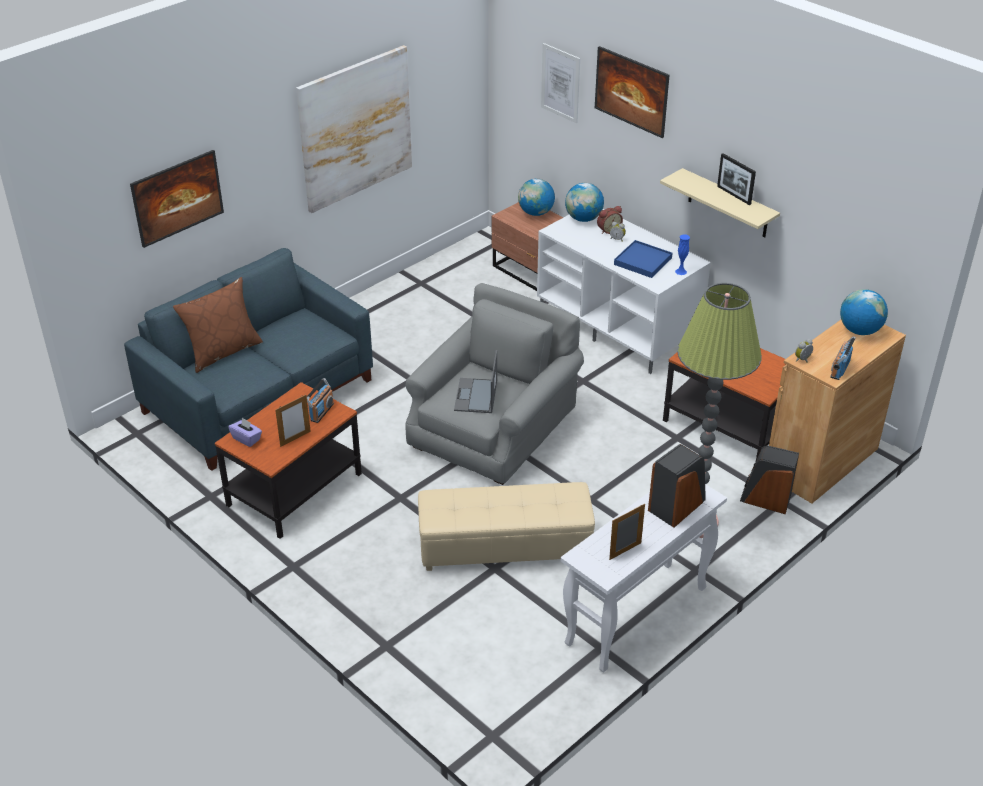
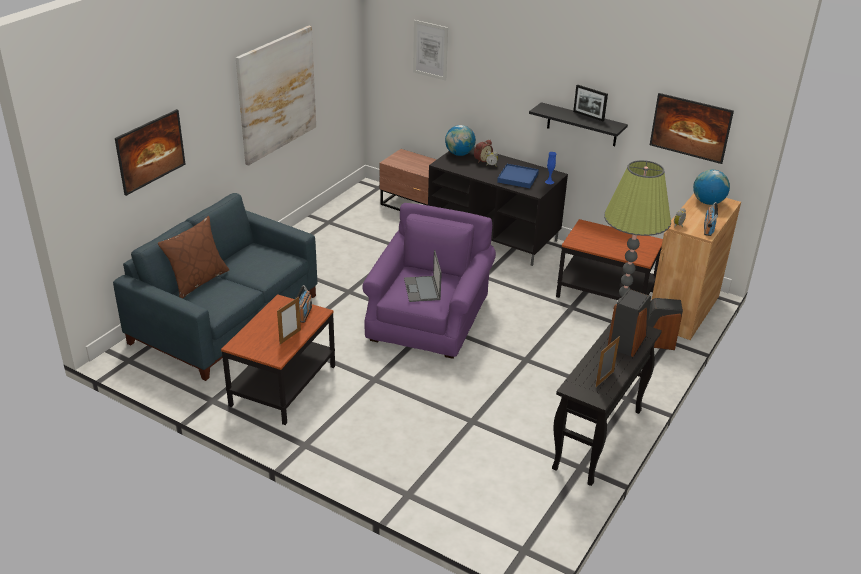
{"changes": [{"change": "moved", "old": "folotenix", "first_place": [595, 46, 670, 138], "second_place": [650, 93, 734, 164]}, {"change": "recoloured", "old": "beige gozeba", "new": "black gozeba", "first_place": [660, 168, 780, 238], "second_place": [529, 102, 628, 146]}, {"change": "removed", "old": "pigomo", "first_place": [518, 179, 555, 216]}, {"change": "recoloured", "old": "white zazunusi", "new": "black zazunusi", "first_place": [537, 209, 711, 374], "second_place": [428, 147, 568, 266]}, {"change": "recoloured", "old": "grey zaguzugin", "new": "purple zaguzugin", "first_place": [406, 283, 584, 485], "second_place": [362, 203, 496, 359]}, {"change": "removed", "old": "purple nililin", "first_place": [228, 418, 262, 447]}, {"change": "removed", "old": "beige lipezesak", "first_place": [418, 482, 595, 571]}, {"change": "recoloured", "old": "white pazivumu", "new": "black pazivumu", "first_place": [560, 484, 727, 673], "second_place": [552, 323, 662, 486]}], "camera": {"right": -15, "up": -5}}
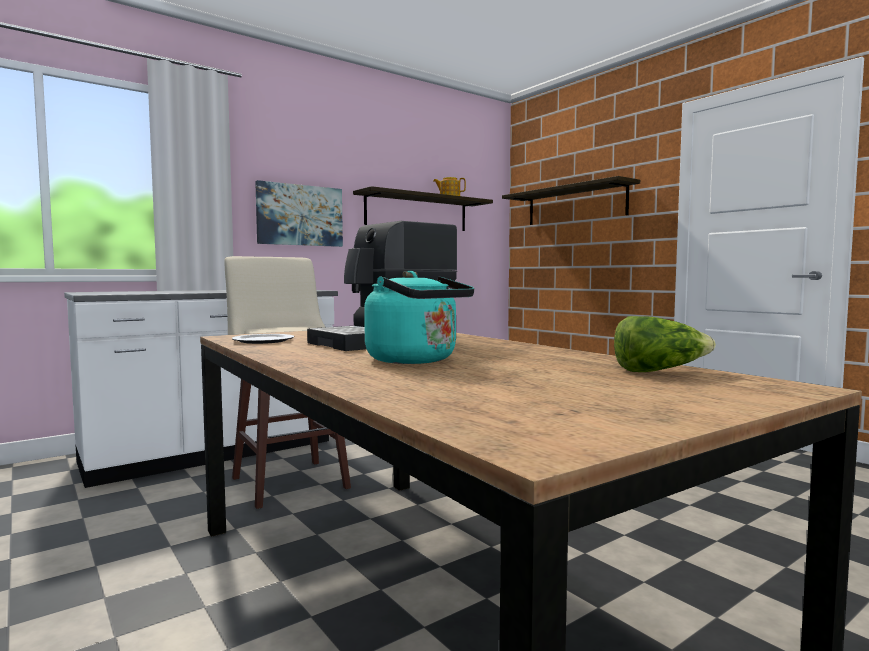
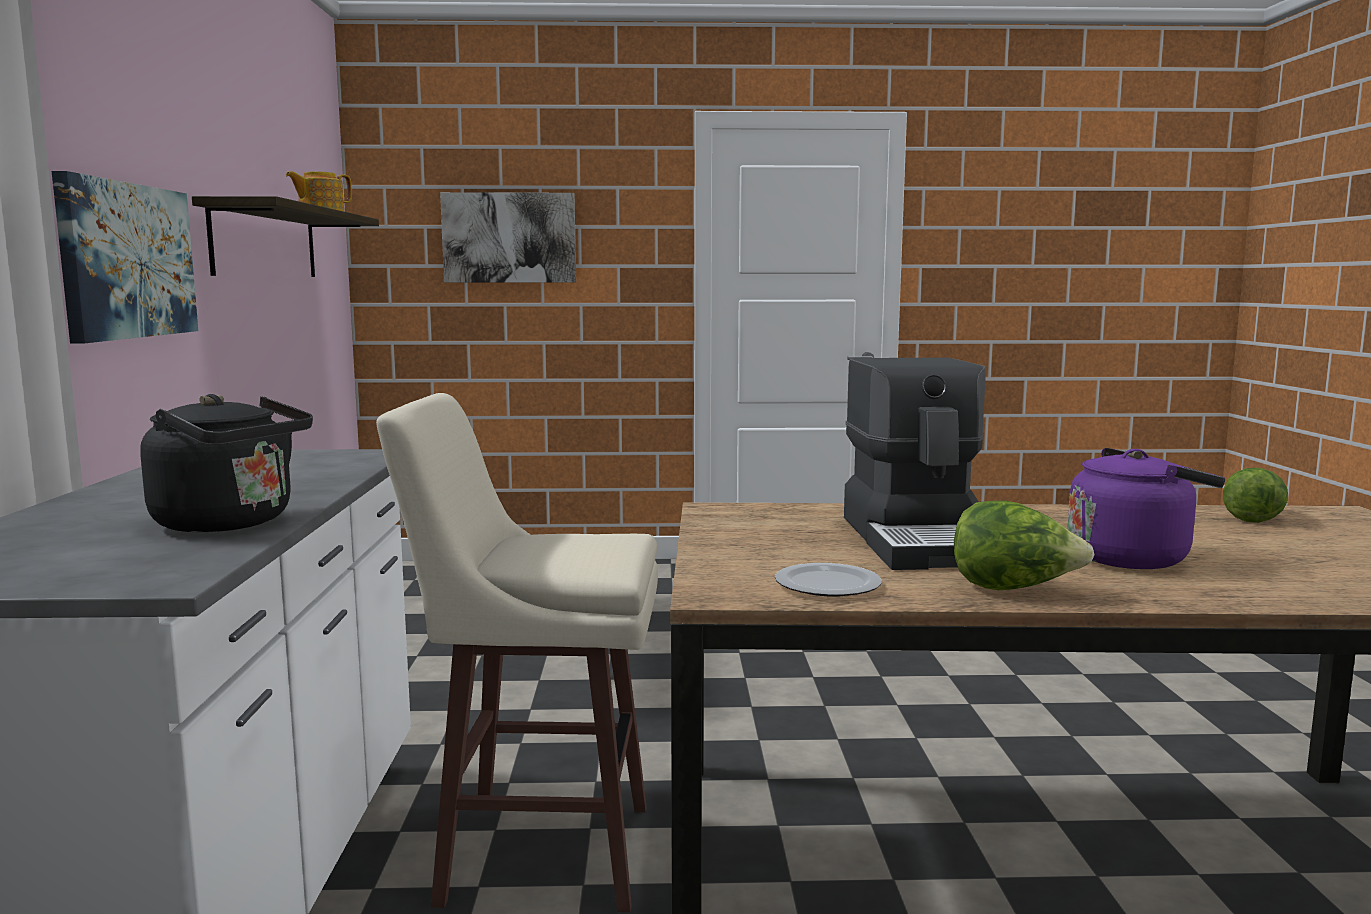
{"changes": [{"change": "replaced", "old": "gozeba", "new": "folotenix", "first_place": [502, 176, 640, 225], "second_place": [440, 192, 576, 282]}, {"change": "recoloured", "old": "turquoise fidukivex", "new": "purple fidukivex", "first_place": [364, 271, 474, 364], "second_place": [1067, 448, 1225, 569]}, {"change": "added", "new": "black fidukivex", "second_place": [140, 394, 313, 532]}, {"change": "added", "new": "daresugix", "second_place": [954, 501, 1095, 590]}], "camera": {"right": -55, "up": 5}}
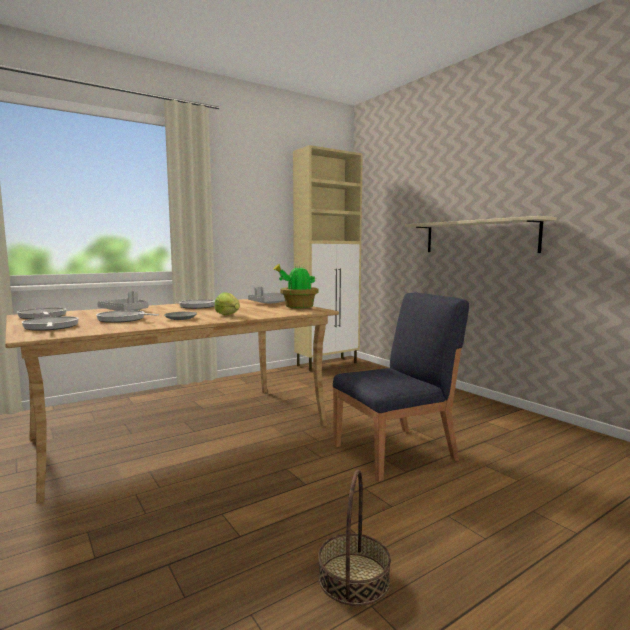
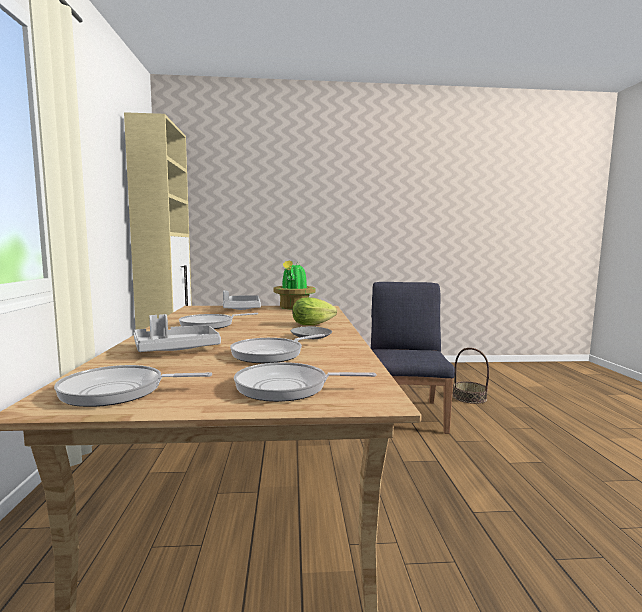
{"changes": [{"change": "removed", "old": "beige gozeba", "first_place": [405, 216, 557, 253]}, {"change": "moved", "old": "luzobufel", "first_place": [318, 469, 391, 606], "second_place": [453, 348, 489, 404]}], "camera": {"right": -60, "up": 0}}
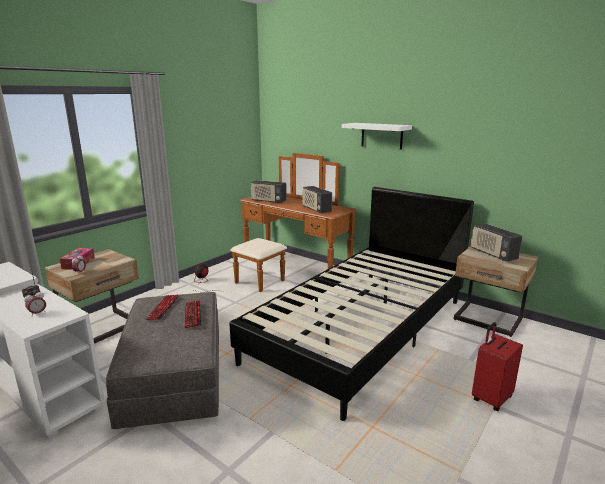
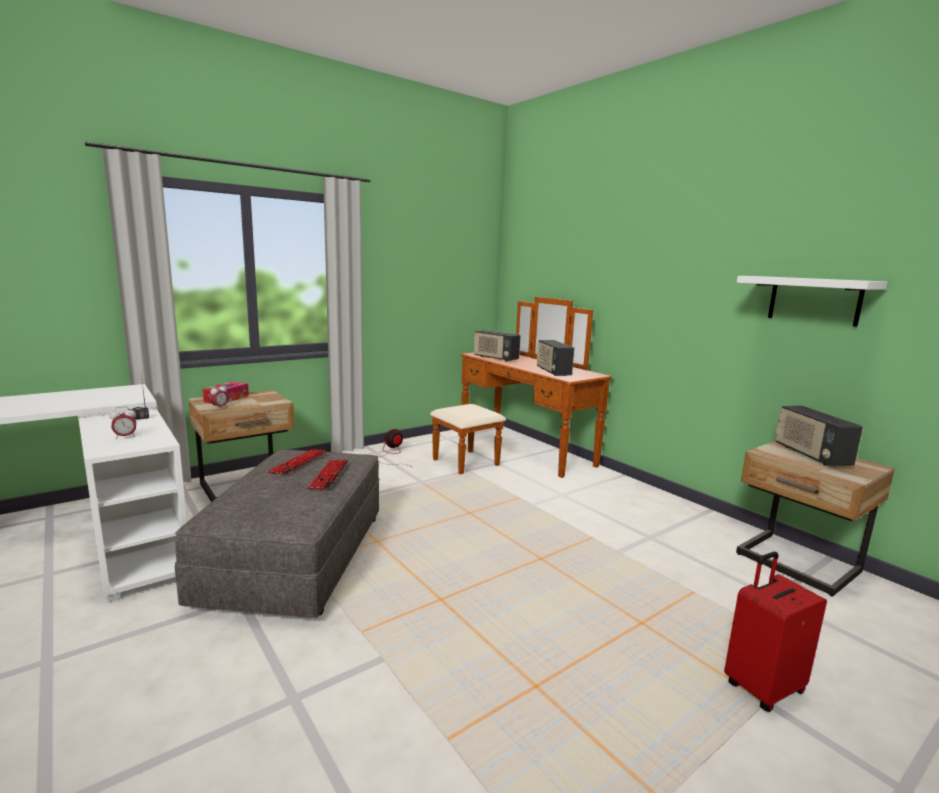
{"changes": [{"change": "moved", "old": "white gozeba", "first_place": [342, 123, 412, 150], "second_place": [737, 276, 887, 326]}, {"change": "removed", "old": "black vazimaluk", "first_place": [229, 187, 474, 421]}], "camera": {"right": 15, "up": -5}}
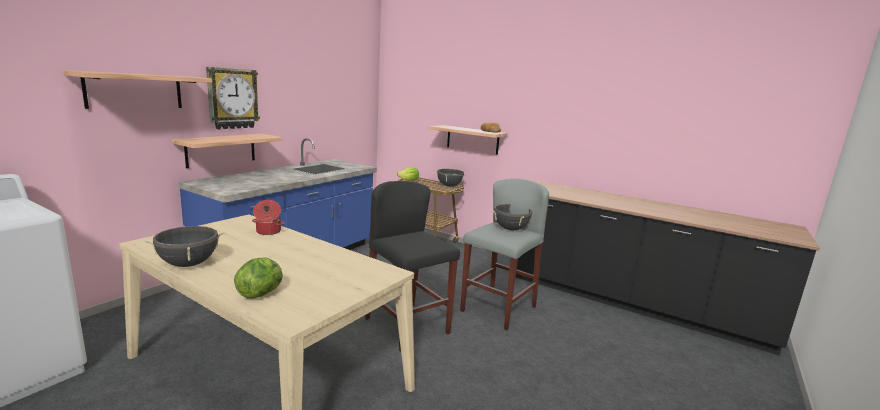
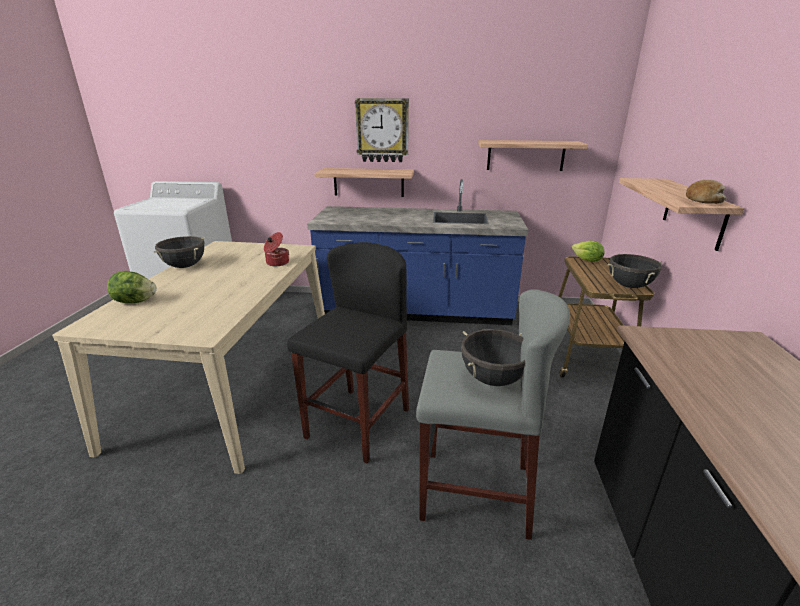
{"changes": [{"change": "moved", "old": "gozeba", "first_place": [62, 70, 212, 109], "second_place": [478, 140, 588, 171]}], "camera": {"right": 65, "up": 10}}
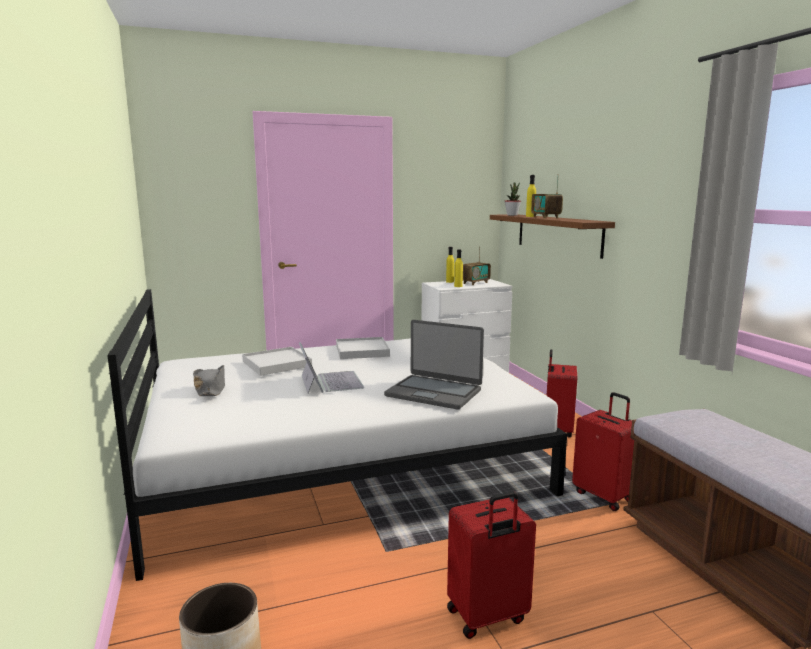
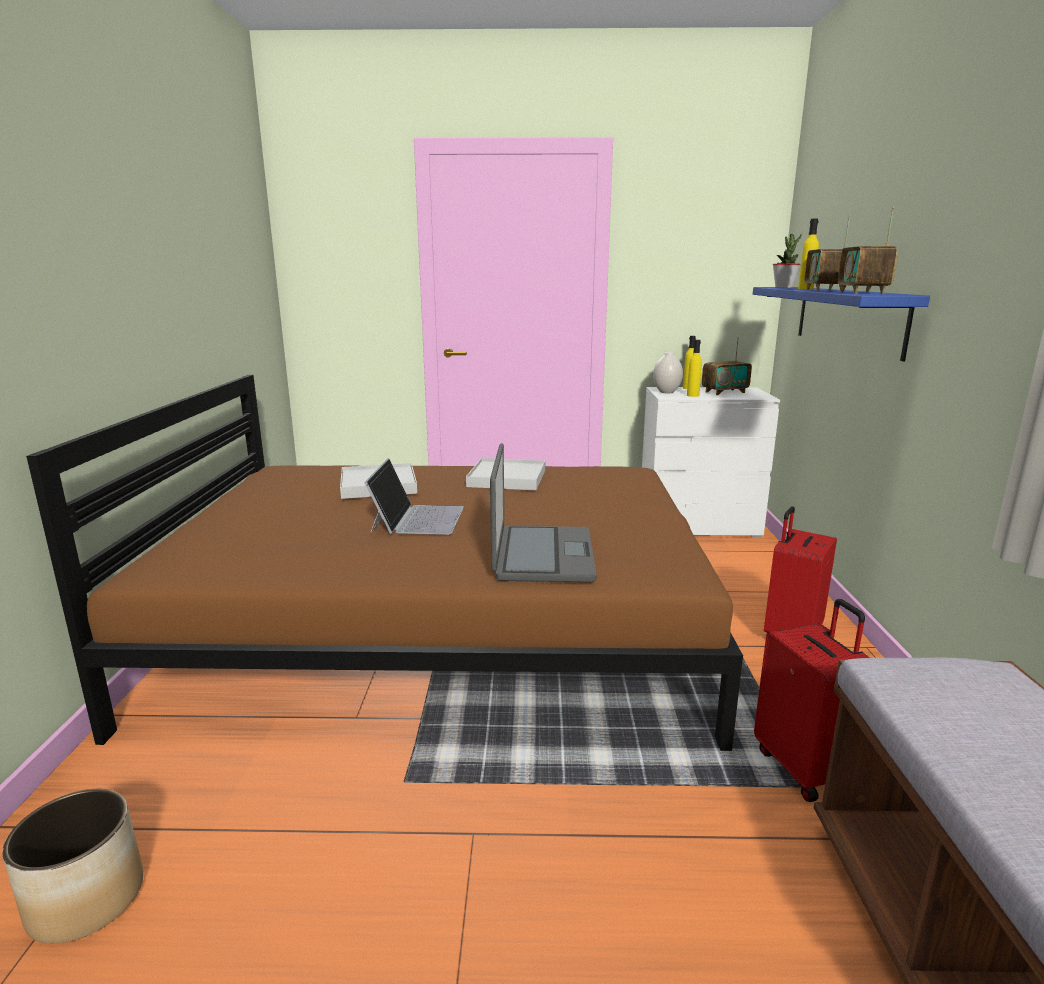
{"changes": [{"change": "recoloured", "old": "brown gozeba", "new": "blue gozeba", "first_place": [490, 214, 615, 259], "second_place": [753, 287, 930, 361]}, {"change": "recoloured", "old": "white vazimaluk", "new": "brown vazimaluk", "first_place": [107, 289, 567, 581], "second_place": [26, 375, 743, 751]}, {"change": "turned", "old": "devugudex", "first_place": [384, 320, 484, 410], "second_place": [490, 443, 596, 582], "degrees": -135}, {"change": "removed", "old": "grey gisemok", "first_place": [193, 365, 225, 396]}, {"change": "removed", "old": "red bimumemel", "first_place": [447, 491, 536, 639]}, {"change": "added", "new": "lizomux", "second_place": [838, 206, 898, 294]}, {"change": "added", "new": "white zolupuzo", "second_place": [653, 352, 683, 393]}], "camera": {"right": 20, "up": 5}}
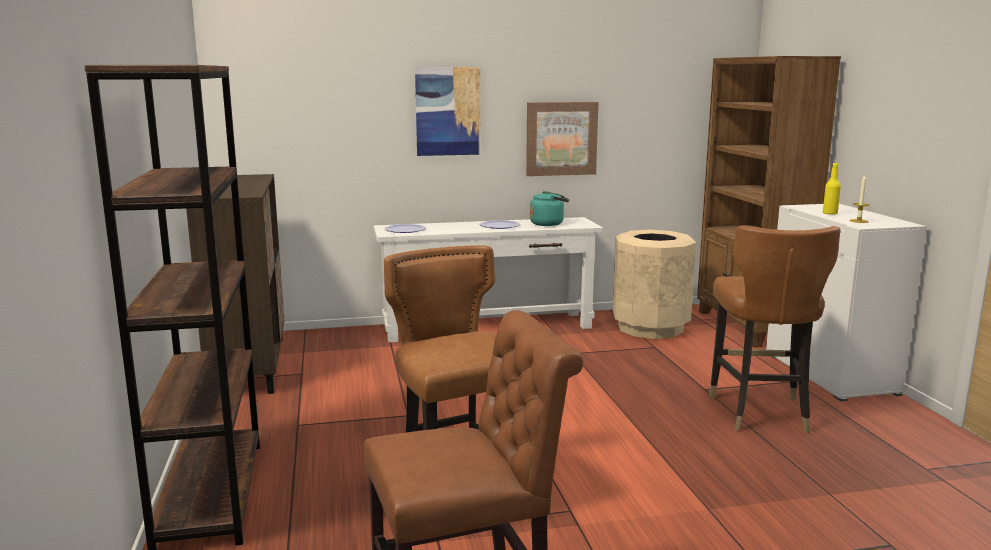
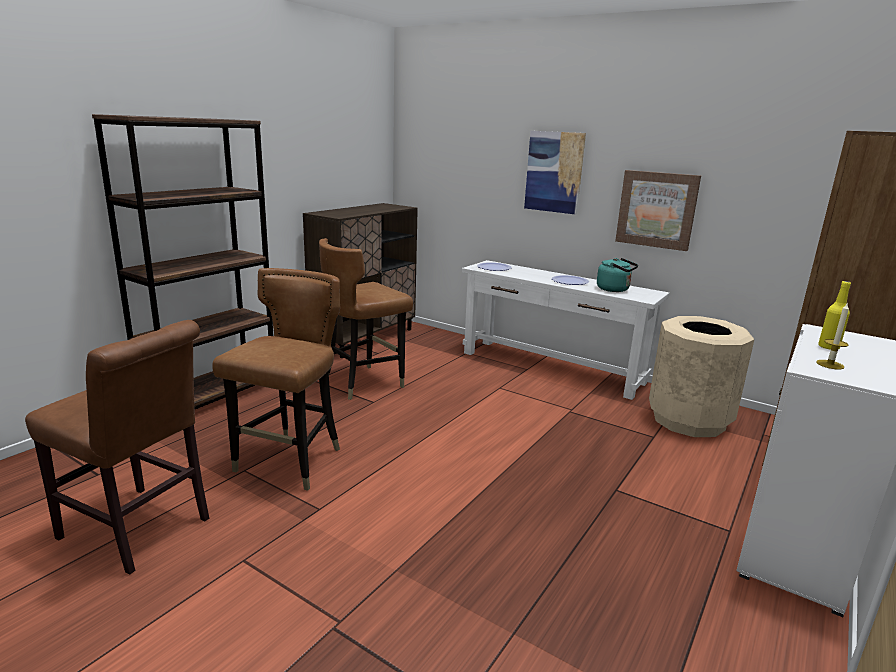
{"changes": [{"change": "moved", "old": "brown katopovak", "first_place": [709, 225, 840, 433], "second_place": [319, 238, 413, 400]}], "camera": {"right": 45, "up": 5}}
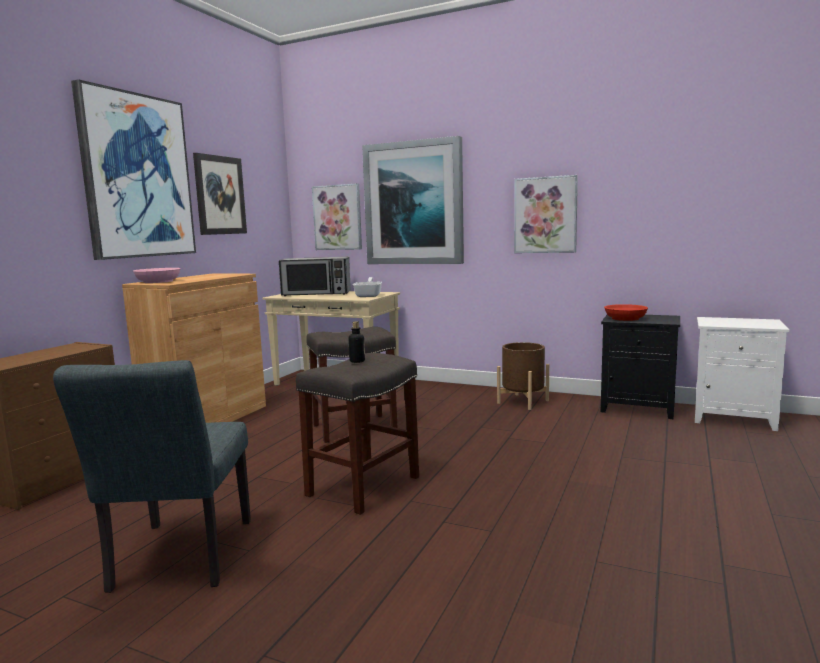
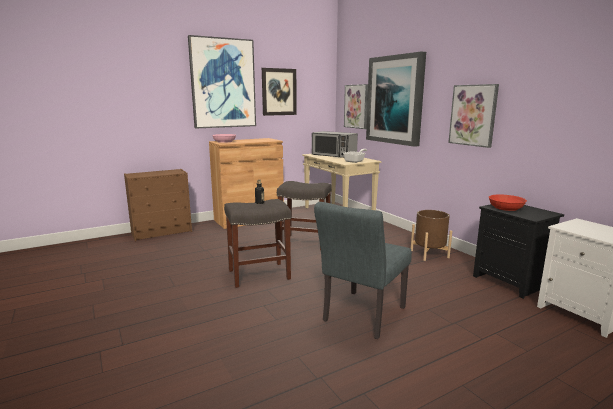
{"changes": [{"change": "moved", "old": "grey katopovak", "first_place": [53, 360, 251, 593], "second_place": [314, 202, 412, 339]}], "camera": {"right": 35, "up": 5}}
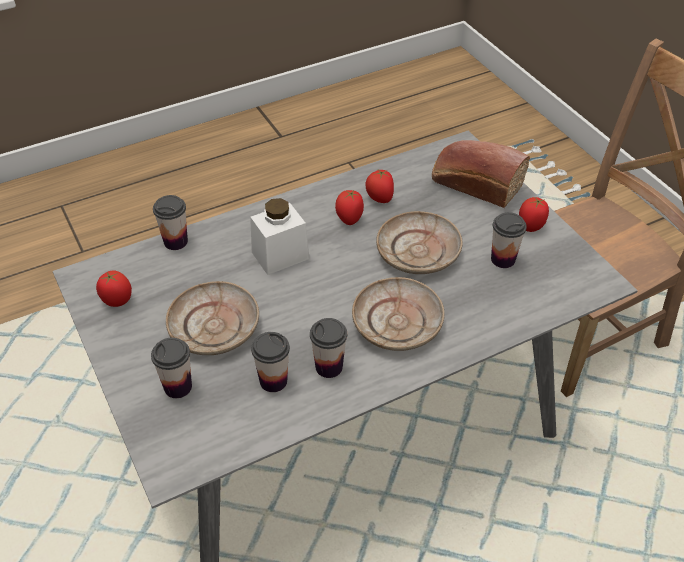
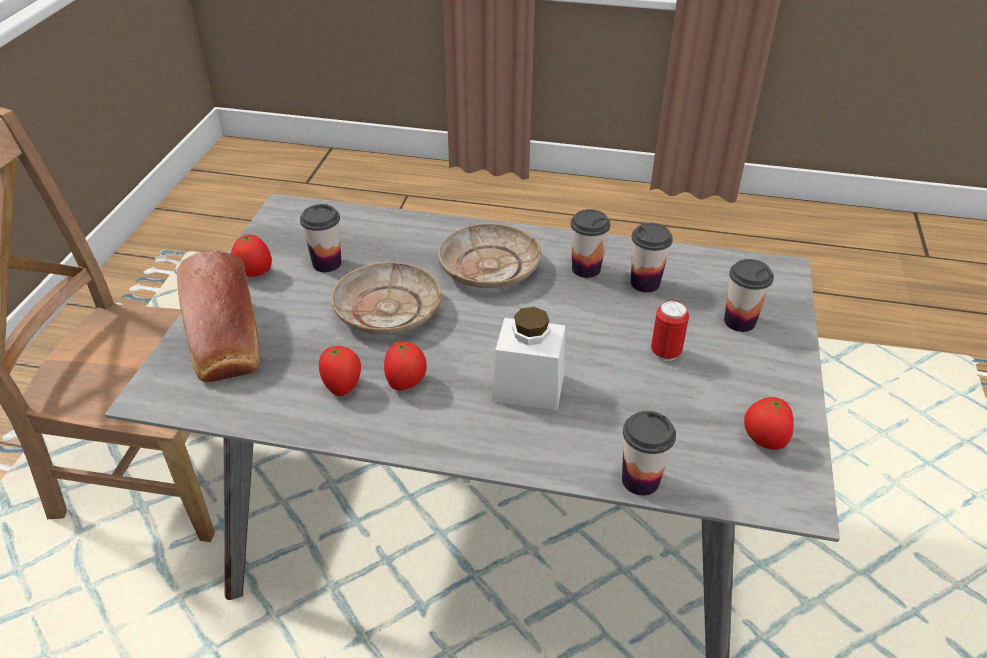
{"changes": [{"change": "replaced", "old": "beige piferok", "new": "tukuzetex", "first_place": [166, 281, 259, 355], "second_place": [651, 300, 689, 361]}], "camera": {"right": -140, "up": -5}}
